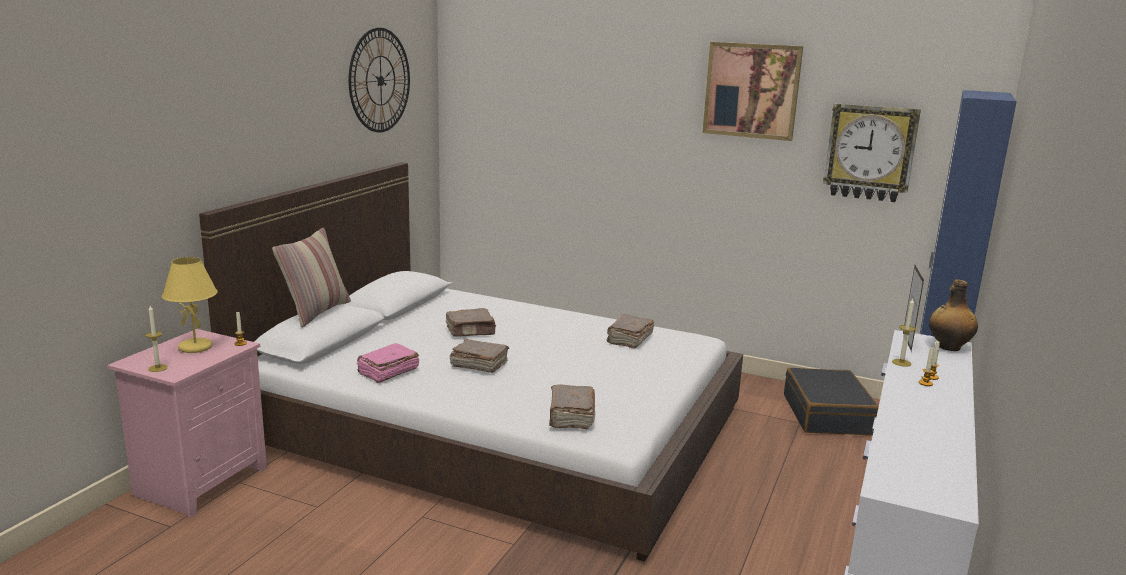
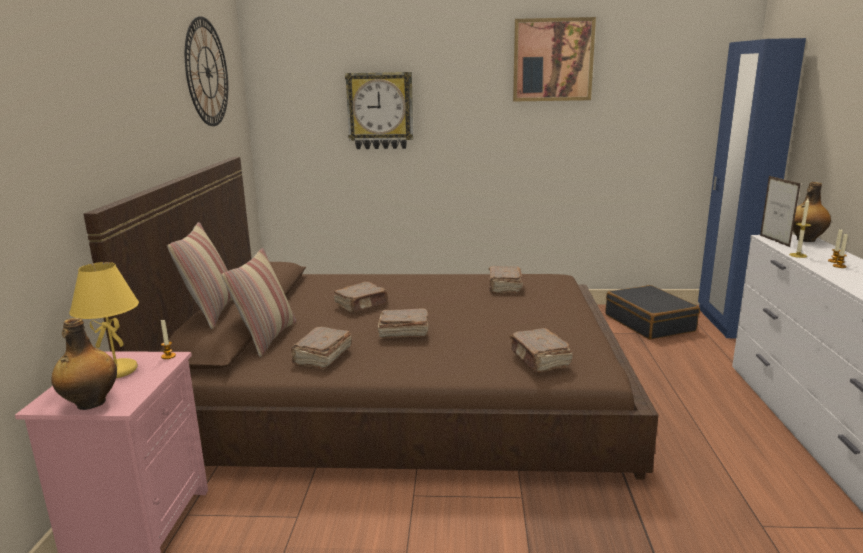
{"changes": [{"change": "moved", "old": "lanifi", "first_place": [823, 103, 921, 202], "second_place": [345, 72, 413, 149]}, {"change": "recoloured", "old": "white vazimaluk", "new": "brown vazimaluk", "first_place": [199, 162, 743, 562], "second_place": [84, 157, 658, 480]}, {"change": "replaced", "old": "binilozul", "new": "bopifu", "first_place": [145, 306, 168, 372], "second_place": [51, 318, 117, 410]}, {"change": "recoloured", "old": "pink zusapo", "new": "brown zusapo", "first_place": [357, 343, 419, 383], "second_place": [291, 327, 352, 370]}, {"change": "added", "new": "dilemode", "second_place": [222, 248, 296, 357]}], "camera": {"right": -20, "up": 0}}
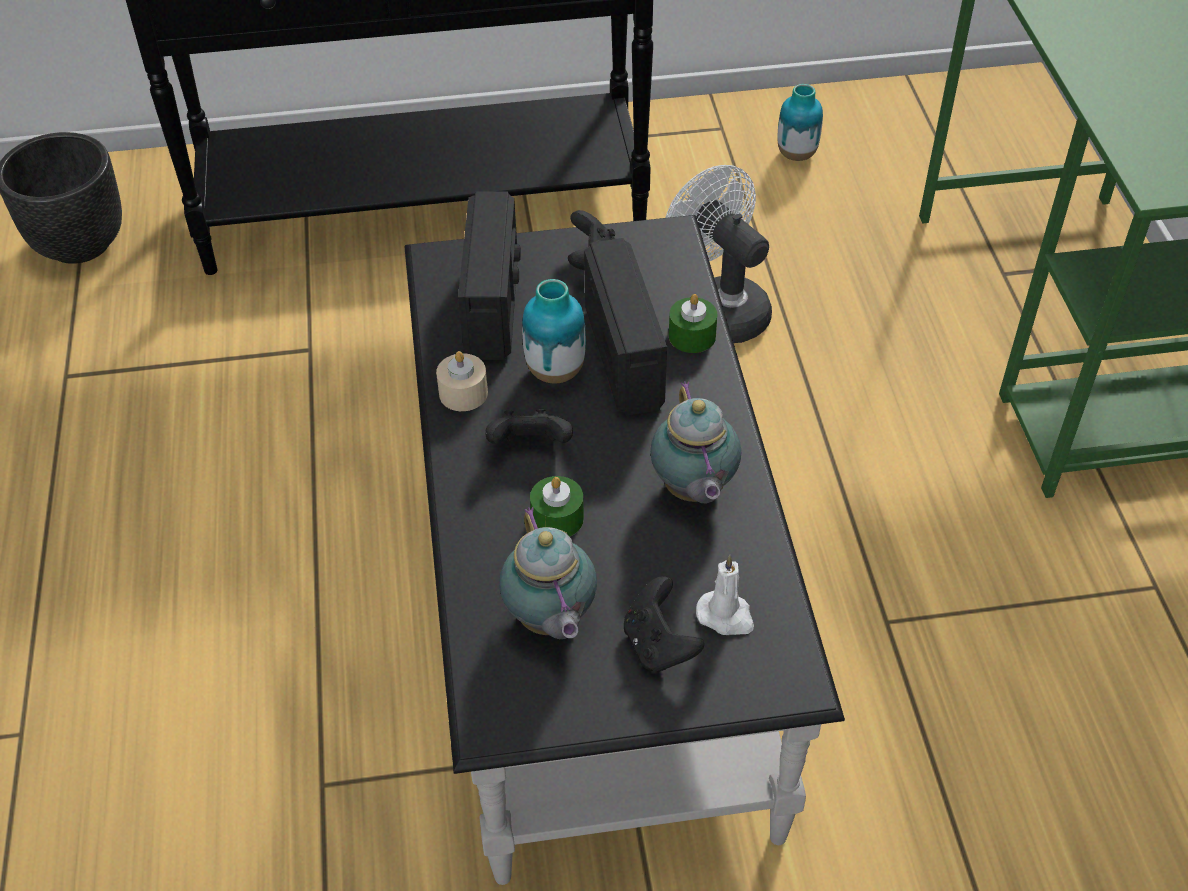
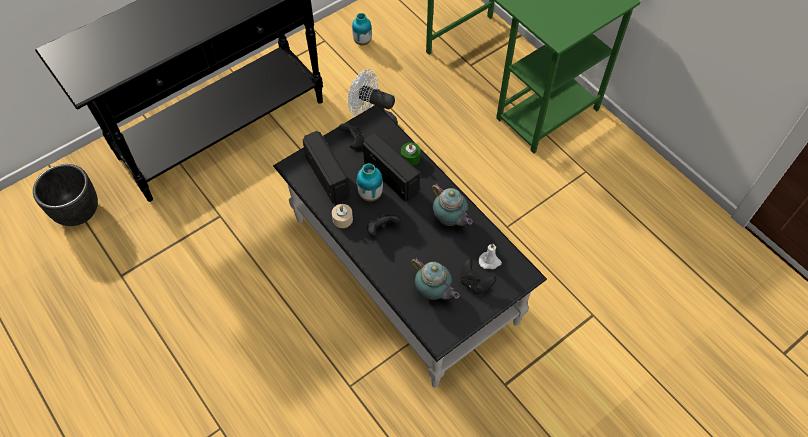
{"changes": [{"change": "removed", "old": "green binilozul", "first_place": [530, 476, 584, 537]}], "camera": {"right": -30, "up": 10}}
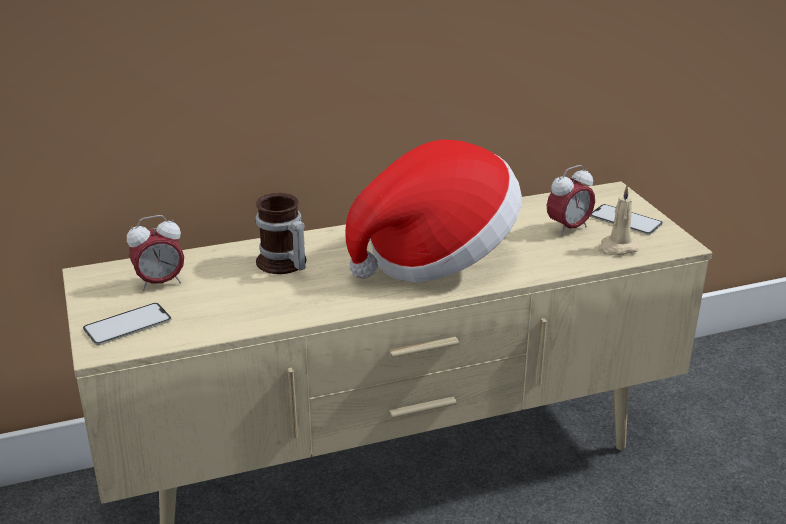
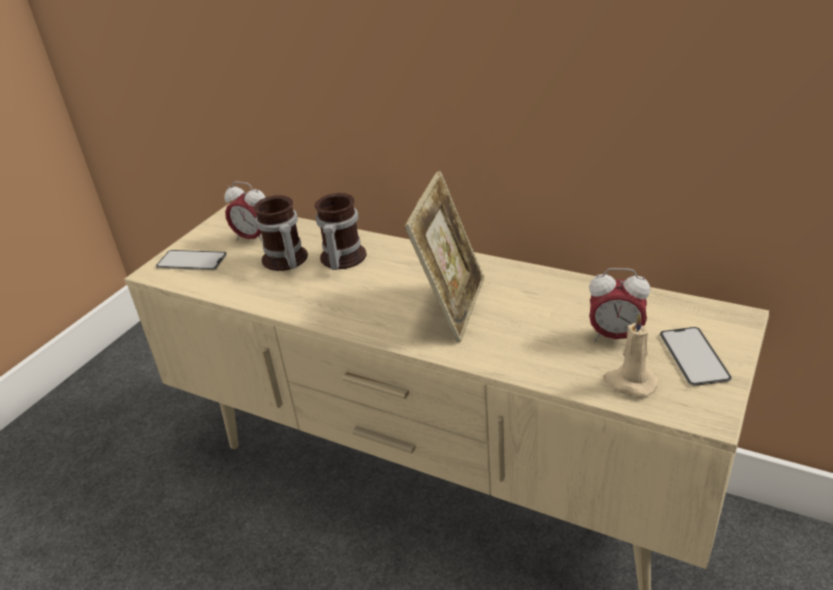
{"changes": [{"change": "replaced", "old": "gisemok", "new": "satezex", "first_place": [345, 139, 522, 283], "second_place": [404, 170, 484, 342]}, {"change": "added", "new": "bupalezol", "second_place": [254, 195, 308, 271]}], "camera": {"right": 50, "up": 5}}
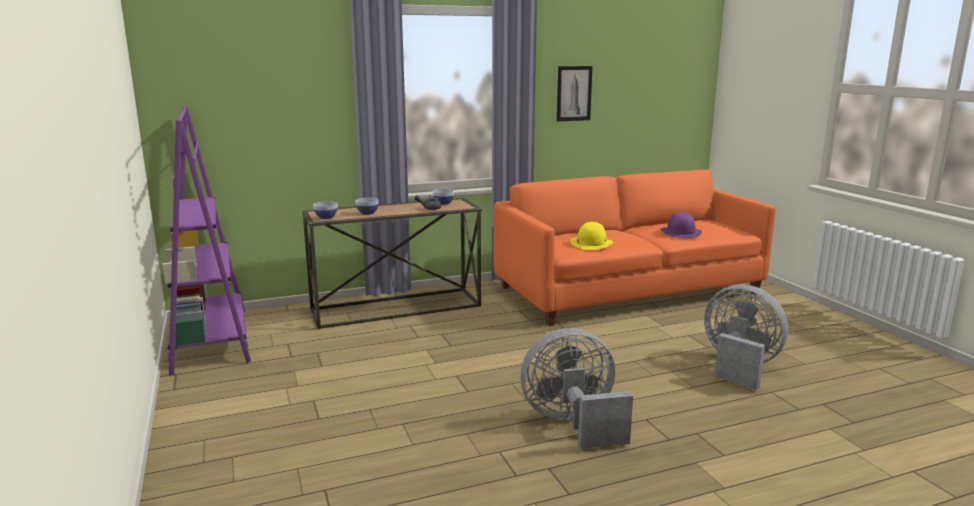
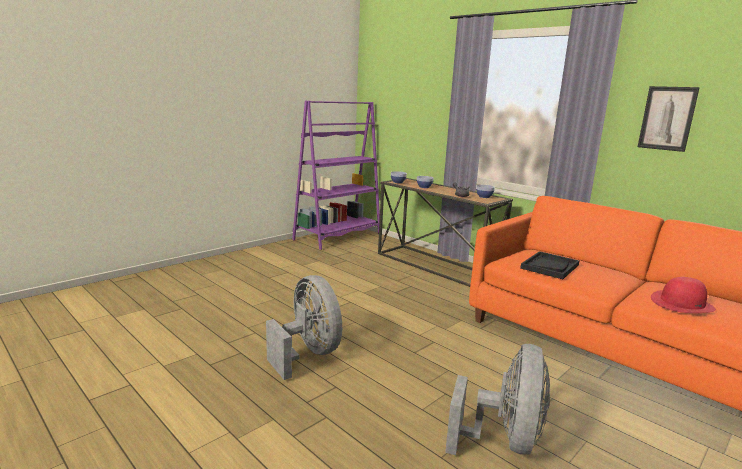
{"changes": [{"change": "recoloured", "old": "purple gisemok", "new": "red gisemok", "first_place": [661, 212, 702, 238], "second_place": [651, 277, 716, 313]}, {"change": "replaced", "old": "yellow gisemok", "new": "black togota", "first_place": [570, 222, 613, 250], "second_place": [520, 251, 579, 279]}], "camera": {"right": 65, "up": 0}}
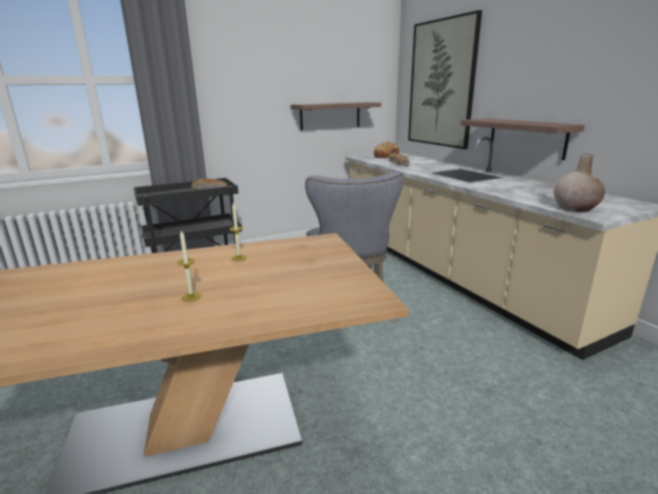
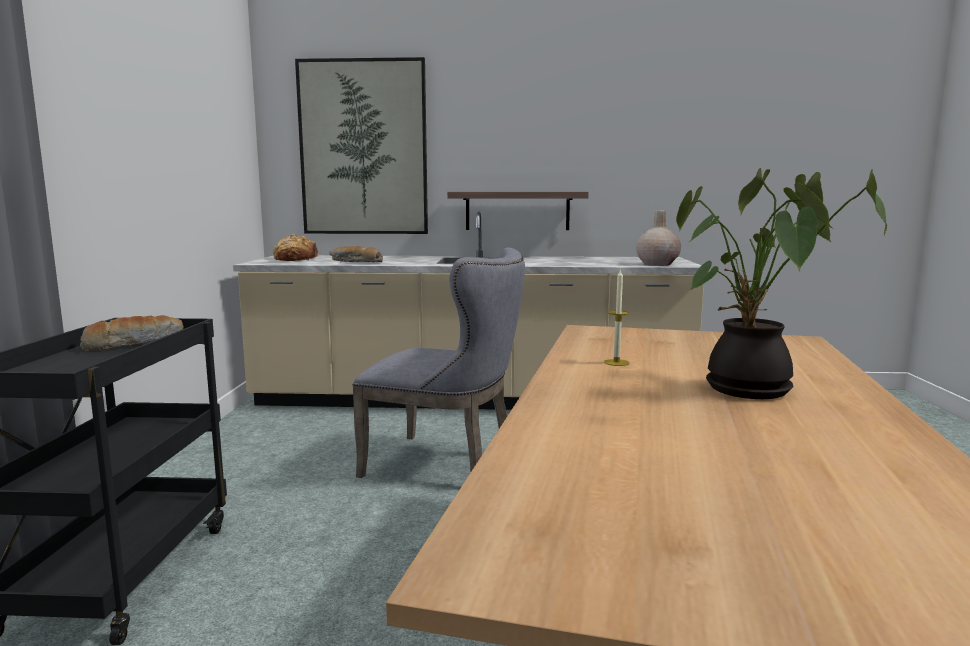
{"changes": [{"change": "removed", "old": "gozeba", "first_place": [291, 102, 381, 130]}, {"change": "replaced", "old": "binilozul", "new": "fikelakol", "first_place": [177, 231, 201, 302], "second_place": [676, 168, 887, 399]}], "camera": {"right": -60, "up": -10}}
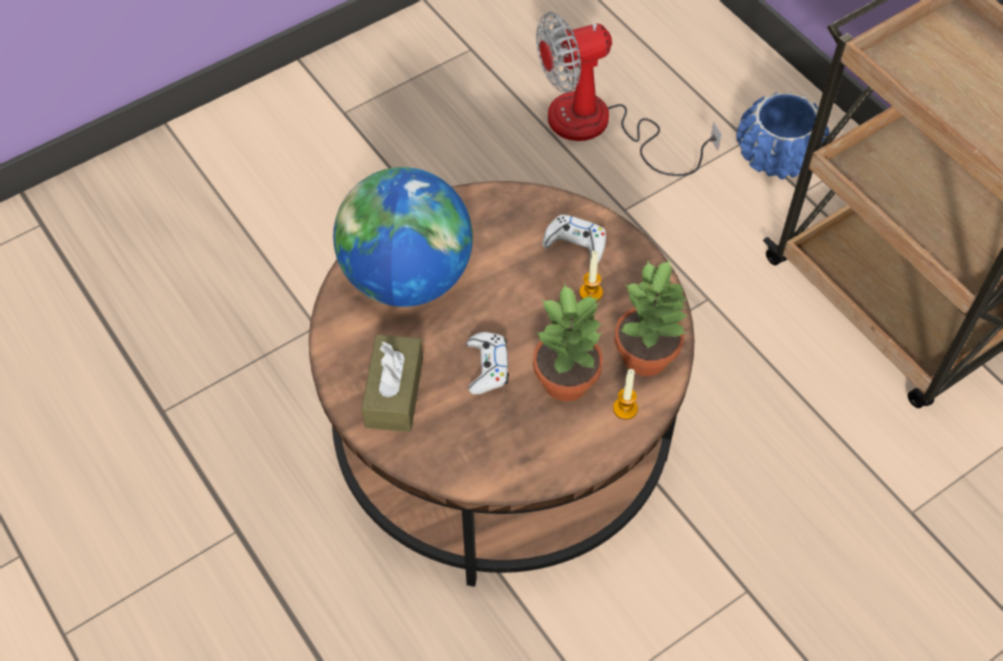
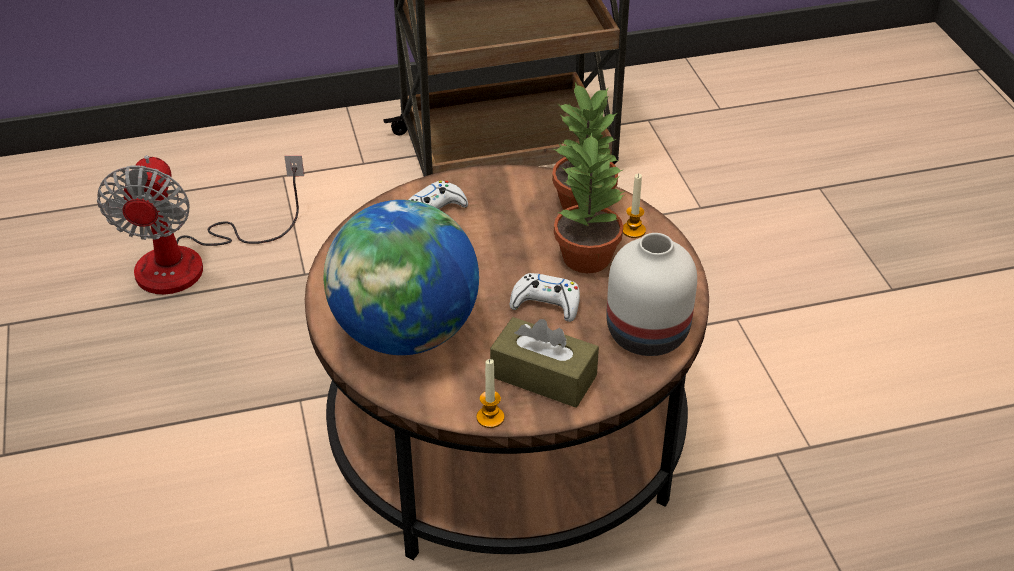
{"changes": [{"change": "removed", "old": "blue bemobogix", "first_place": [737, 92, 829, 179]}, {"change": "moved", "old": "binilozul", "first_place": [579, 251, 603, 302], "second_place": [477, 359, 504, 428]}, {"change": "added", "new": "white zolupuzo", "second_place": [607, 233, 697, 356]}], "camera": {"right": -70, "up": -15}}
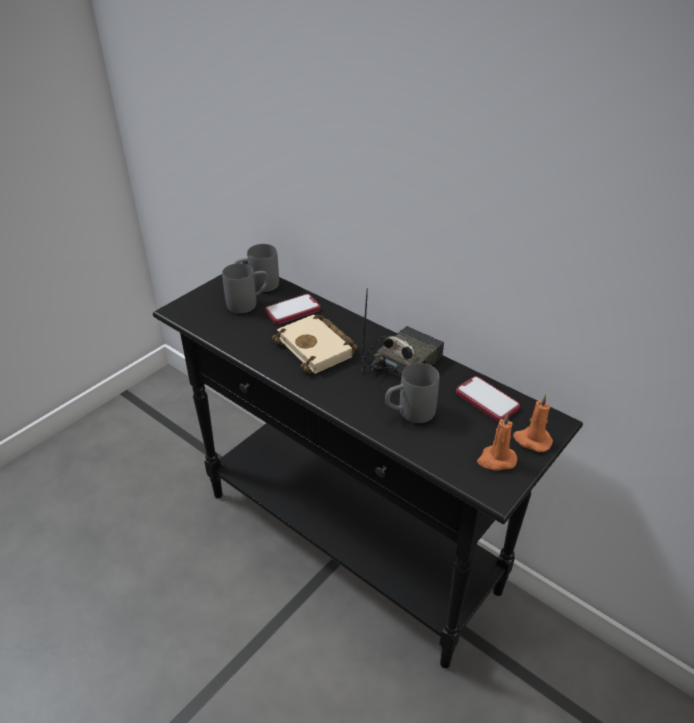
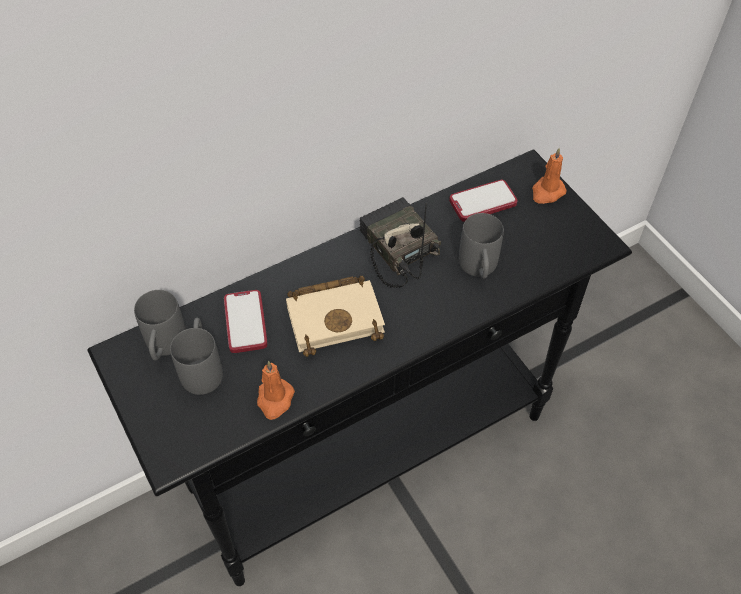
{"changes": [{"change": "moved", "old": "orange binilozul", "first_place": [477, 413, 517, 471], "second_place": [257, 361, 295, 420]}], "camera": {"right": -70, "up": 15}}
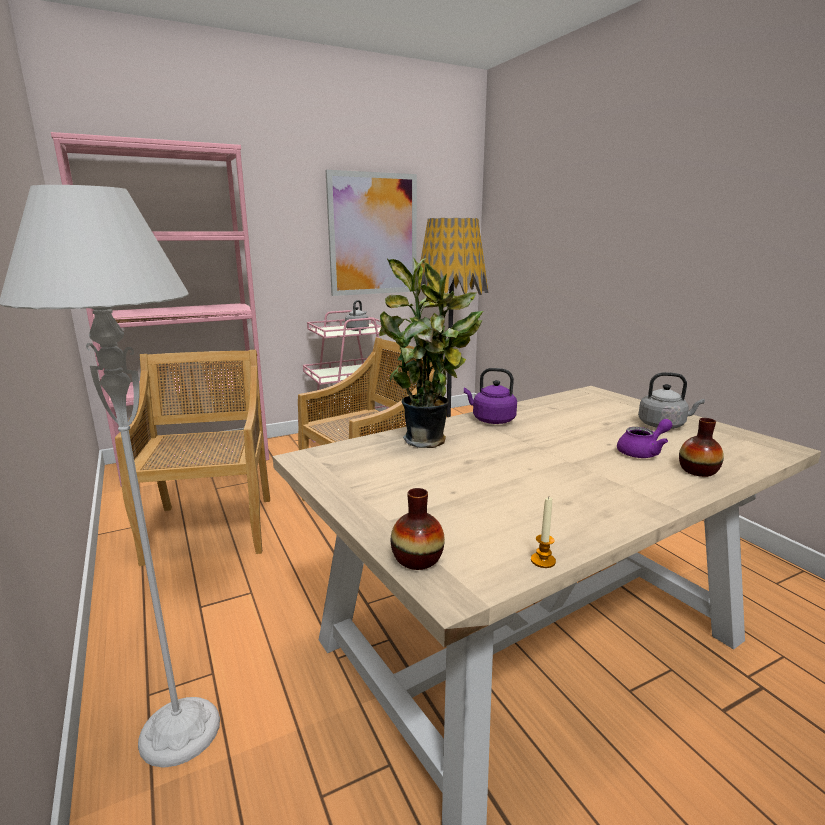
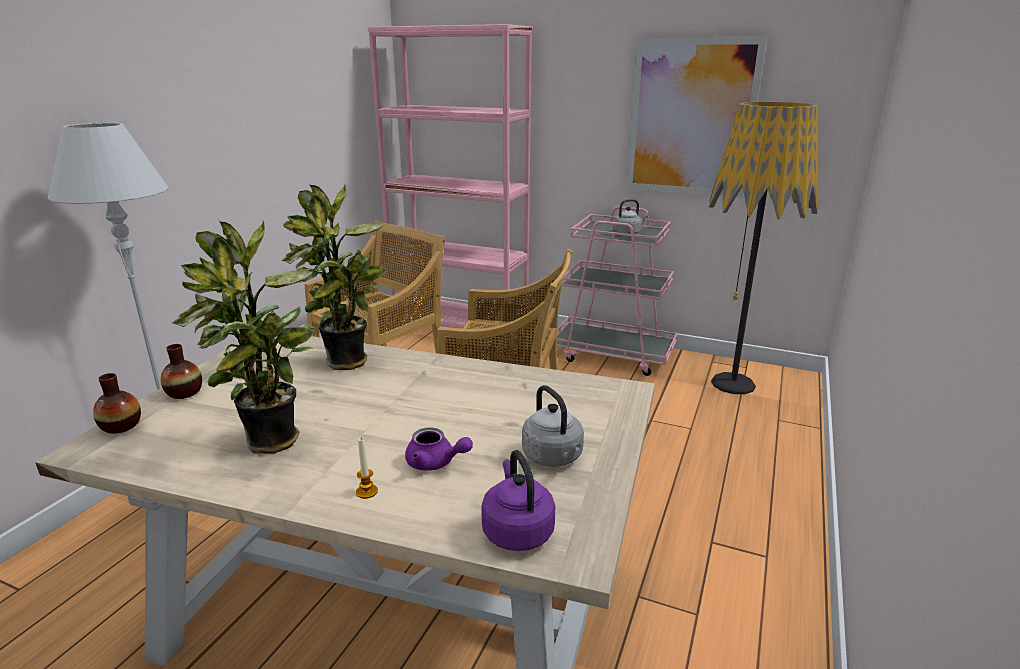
{"changes": [{"change": "moved", "old": "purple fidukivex", "first_place": [464, 368, 517, 424], "second_place": [481, 450, 556, 551]}, {"change": "moved", "old": "zolupuzo", "first_place": [679, 418, 724, 477], "second_place": [160, 344, 202, 399]}, {"change": "moved", "old": "binilozul", "first_place": [531, 497, 556, 568], "second_place": [356, 439, 378, 499]}, {"change": "added", "new": "fikelakol", "second_place": [172, 220, 315, 454]}], "camera": {"right": 50, "up": 5}}
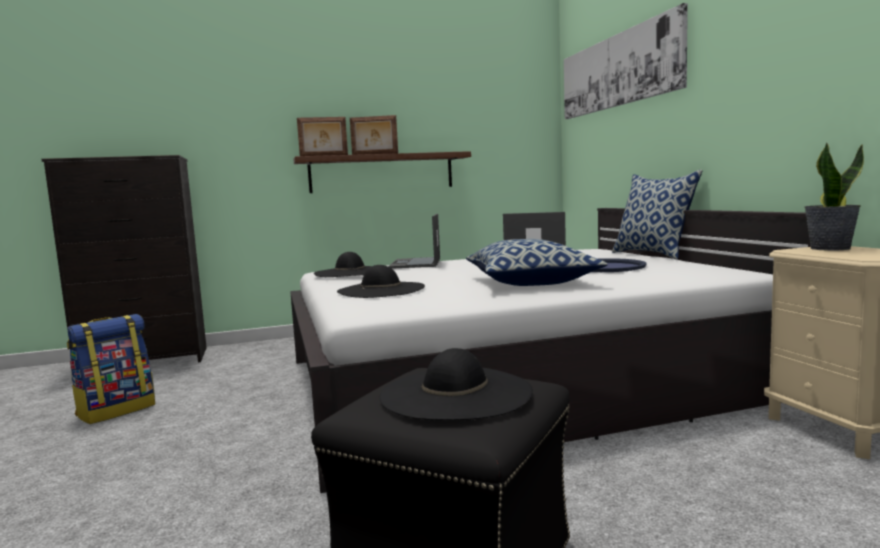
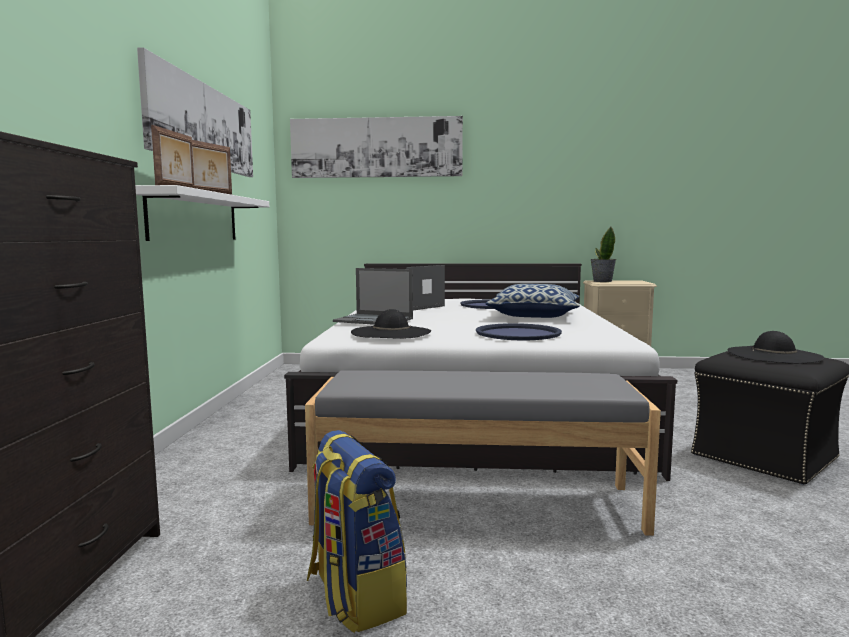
{"changes": [{"change": "recoloured", "old": "brown gozeba", "new": "white gozeba", "first_place": [294, 151, 471, 193], "second_place": [135, 185, 269, 241]}, {"change": "removed", "old": "dilemode", "first_place": [612, 170, 702, 259]}, {"change": "replaced", "old": "black gisemok", "new": "blue togota", "first_place": [337, 265, 425, 298], "second_place": [476, 323, 562, 341]}, {"change": "added", "new": "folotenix", "second_place": [137, 47, 253, 177]}, {"change": "added", "new": "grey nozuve", "second_place": [305, 370, 661, 536]}], "camera": {"right": -70, "up": 0}}
